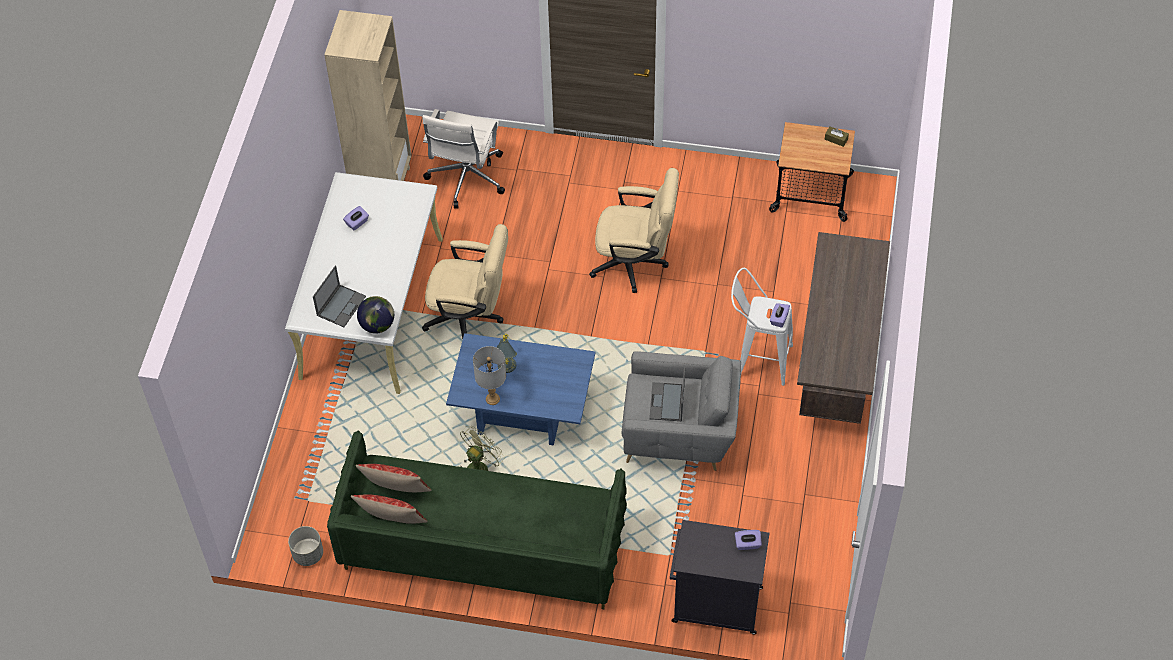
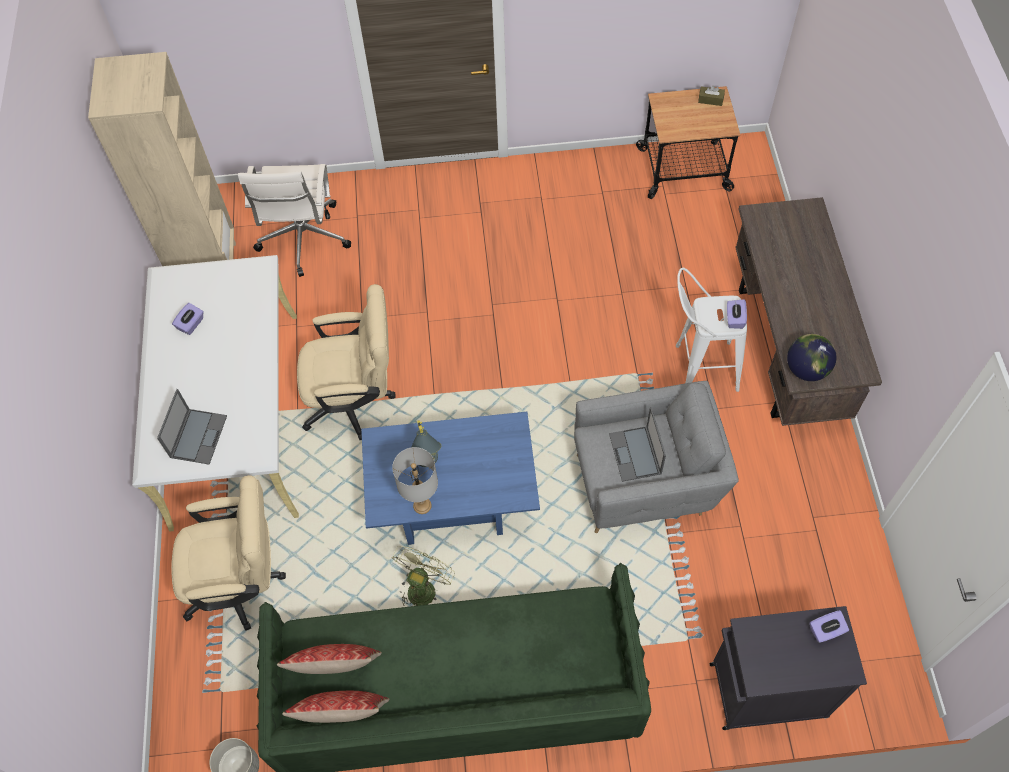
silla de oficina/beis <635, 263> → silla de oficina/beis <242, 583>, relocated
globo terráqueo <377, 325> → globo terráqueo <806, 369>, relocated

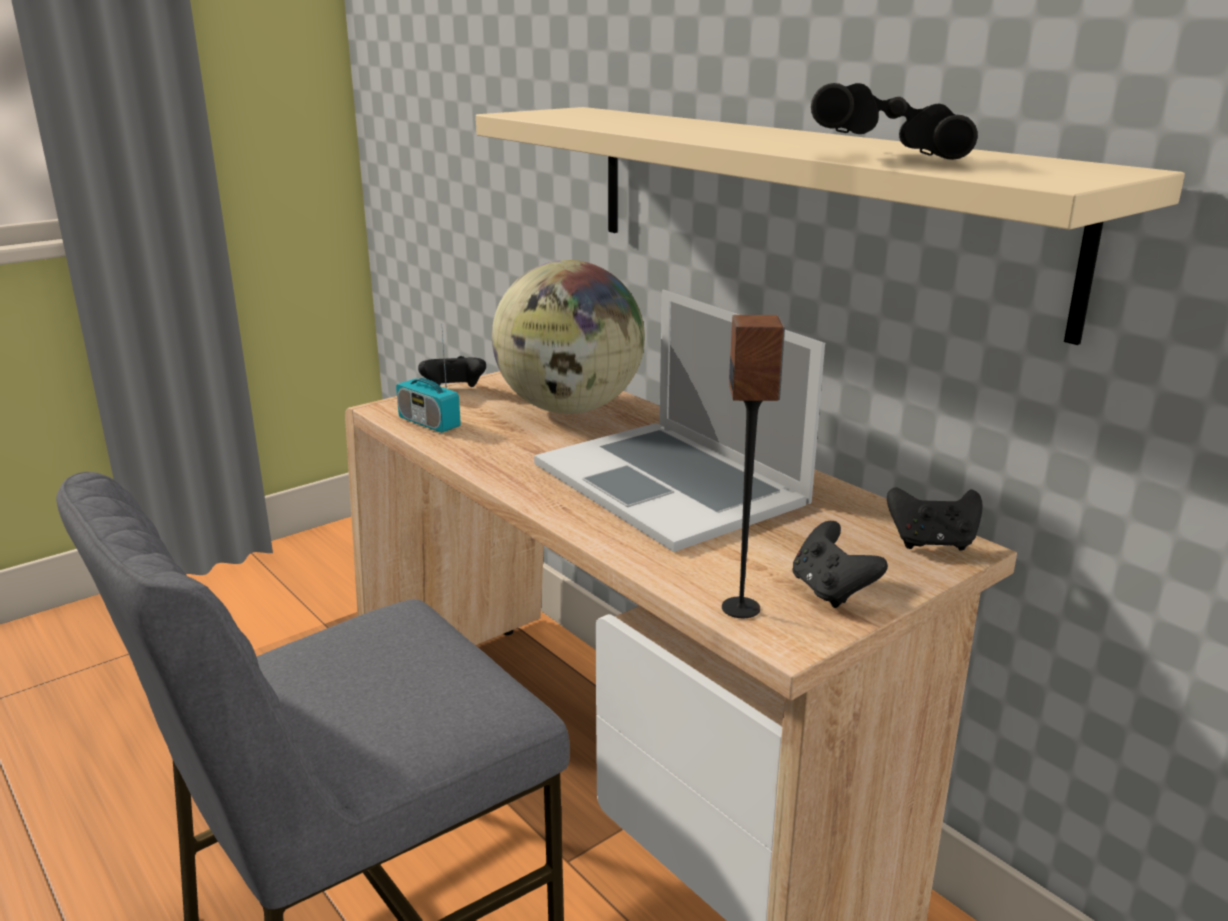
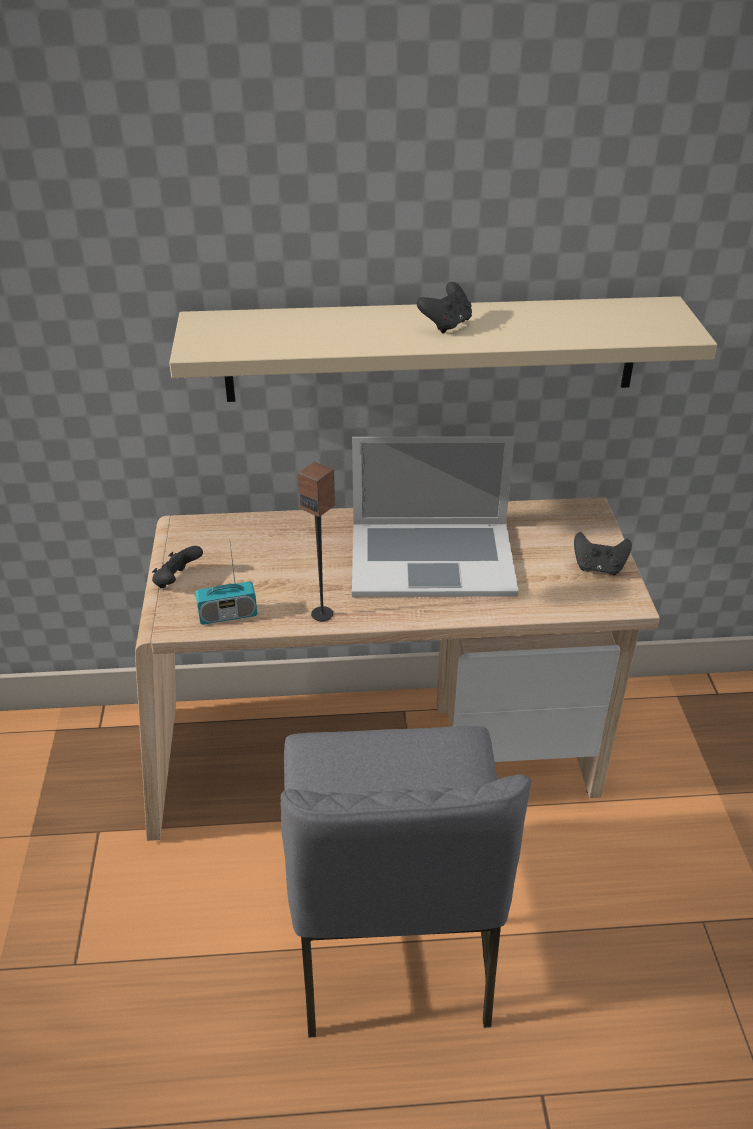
altavoz <741, 608> → altavoz <322, 614>, relocated
mando de consola/negro <932, 543> → mando de consola/negro <446, 325>, relocated
globo terráqueo <569, 409> → -
prismáticos/negro <887, 158> → -

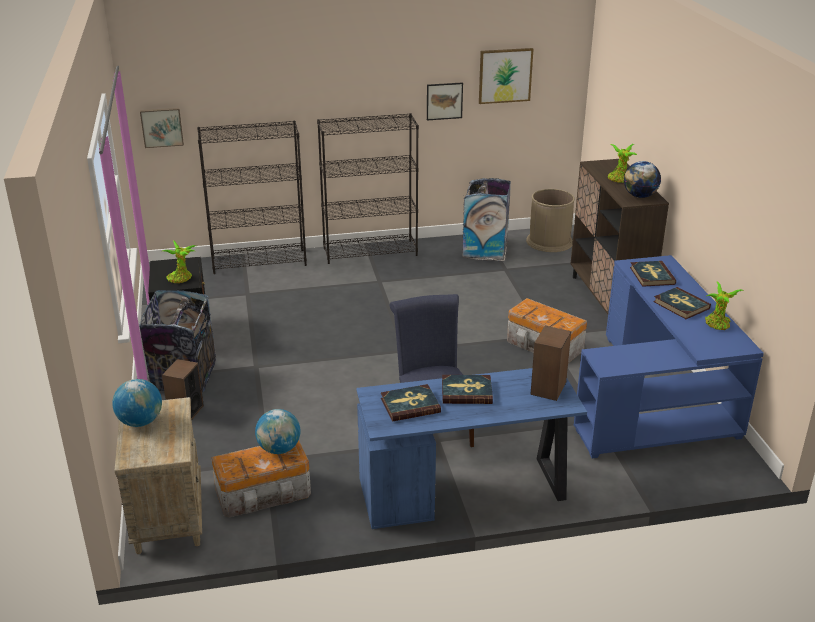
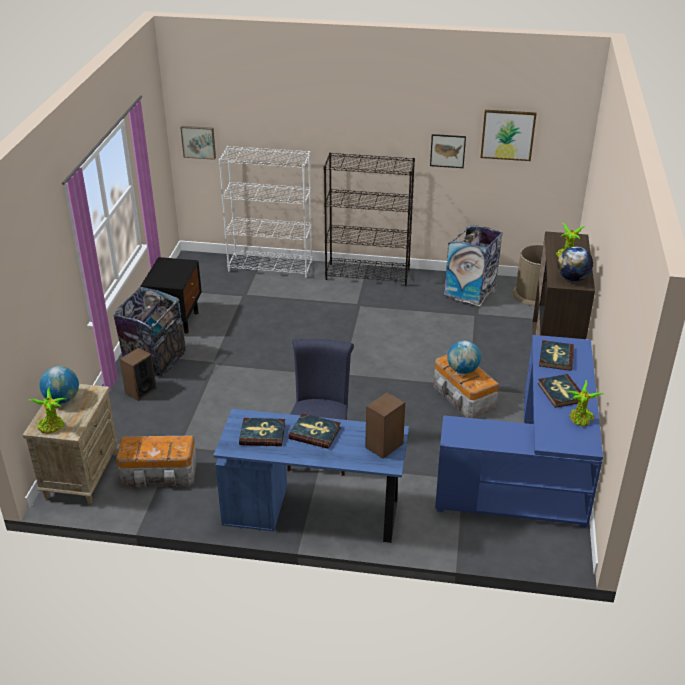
planta en maceta <181, 278> → planta en maceta <52, 427>, relocated
estantería/negro <259, 261> → estantería/blanco <271, 266>
globo terráqueo <279, 449> → globo terráqueo <462, 370>, relocated

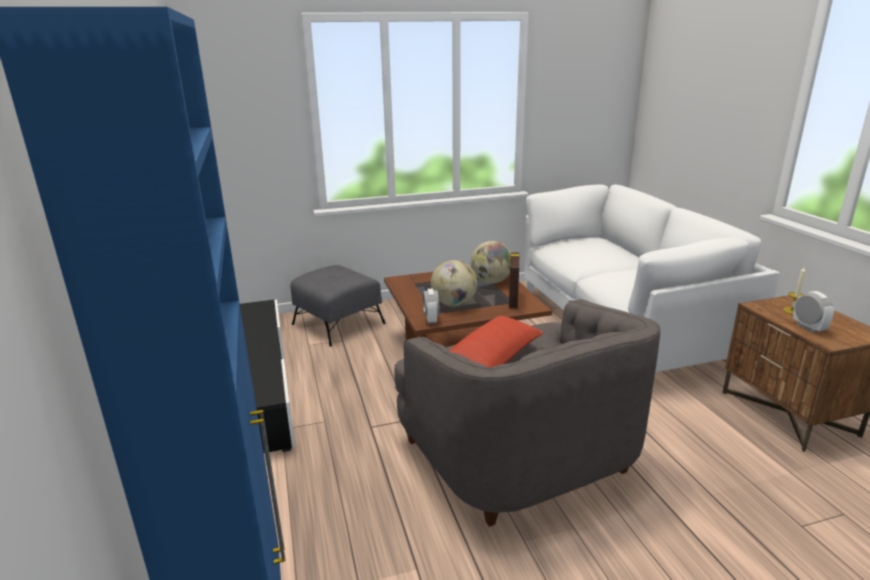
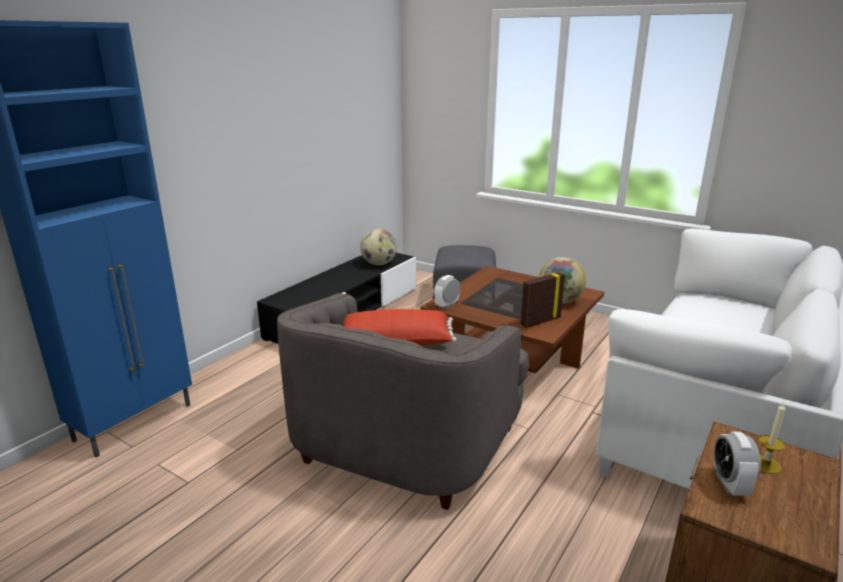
globo terráqueo <454, 304> → globo terráqueo <379, 264>, relocated
despertador <808, 327> → despertador <729, 484>, 150 degrees clockwise

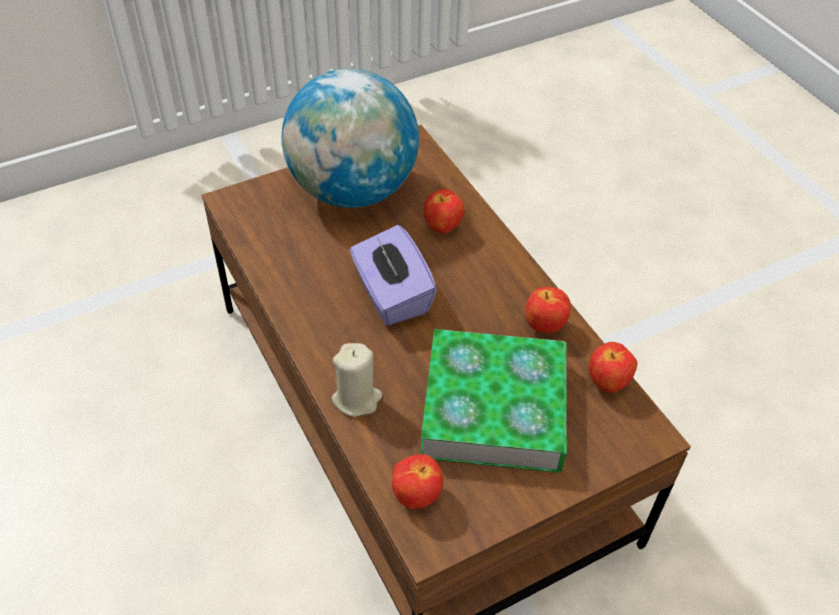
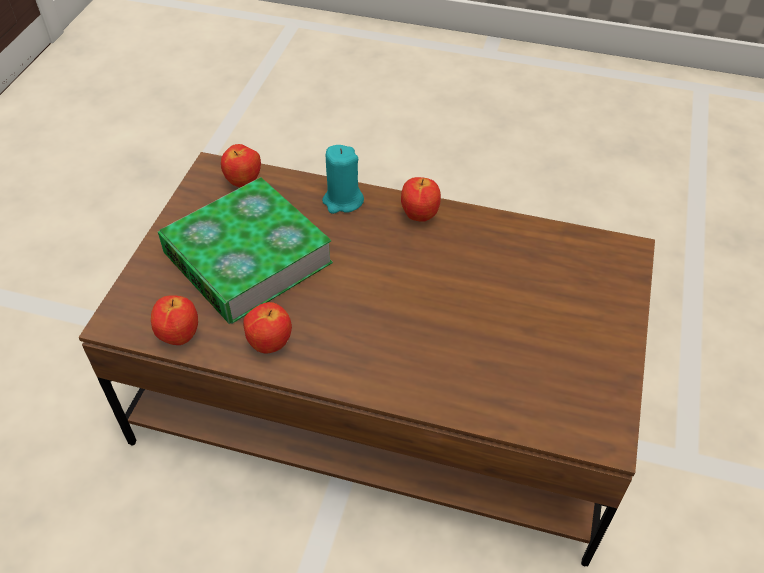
vela/beis <357, 398> → vela/turquesa <342, 201>
manzana <443, 228> → manzana <419, 215>, relocated
globo terráqueo <353, 190> → -
caja de pañuelos/morado <391, 296> → -

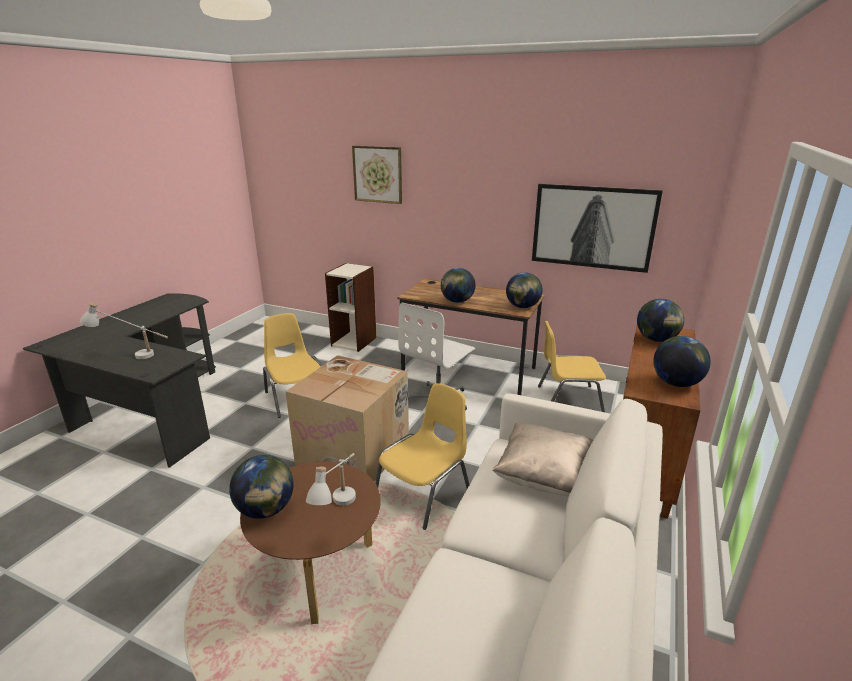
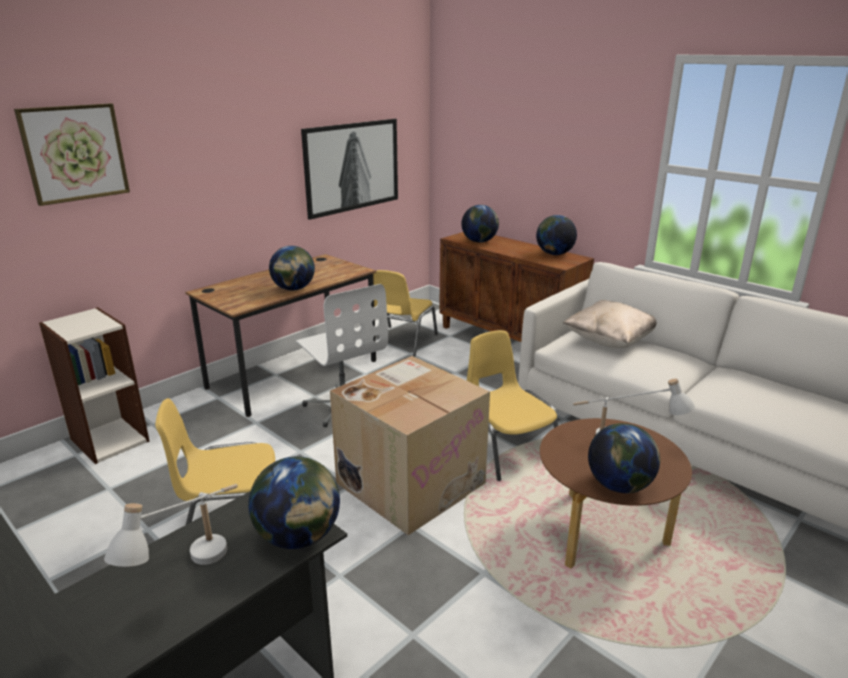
globo terráqueo <522, 307> → globo terráqueo <299, 537>, relocated

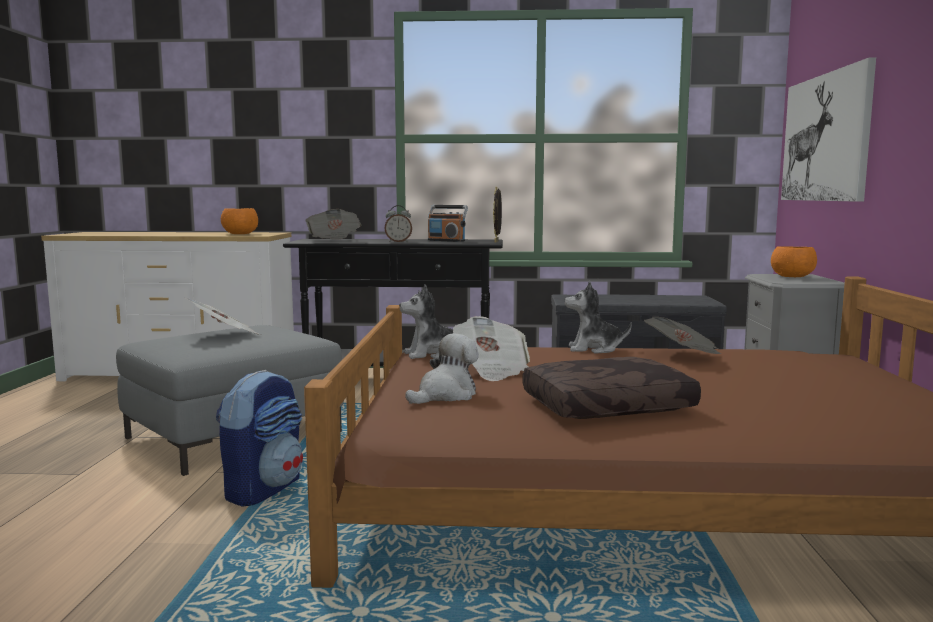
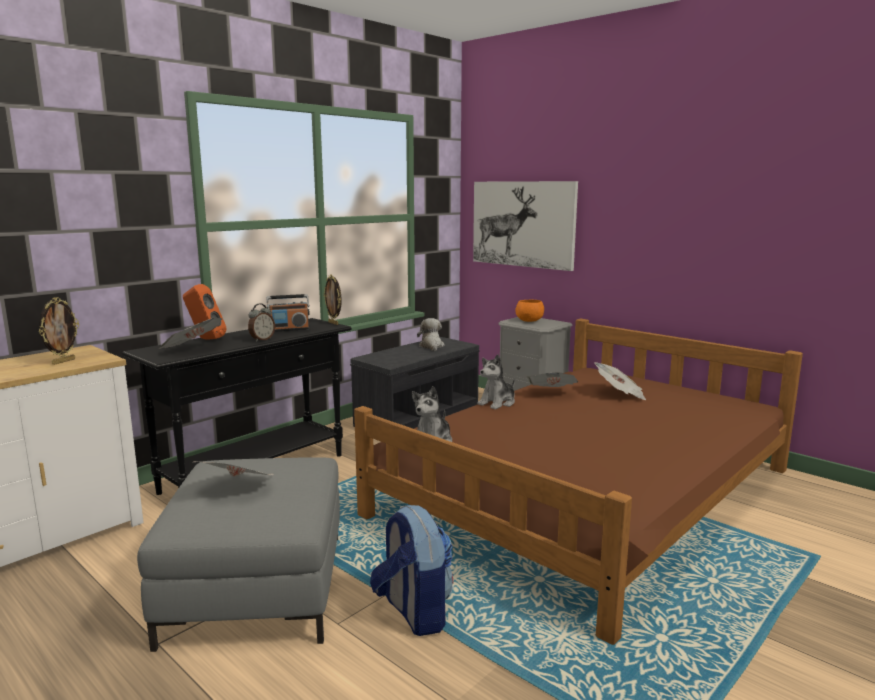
cuenco/naranja <240, 234> → portarretratos <63, 361>
- → altavoz/naranja <205, 339>
peluche <445, 395> → peluche <431, 346>, relocated
periódico <490, 370> → periódico <620, 394>, relocated
cojín/marrón <607, 407> → -

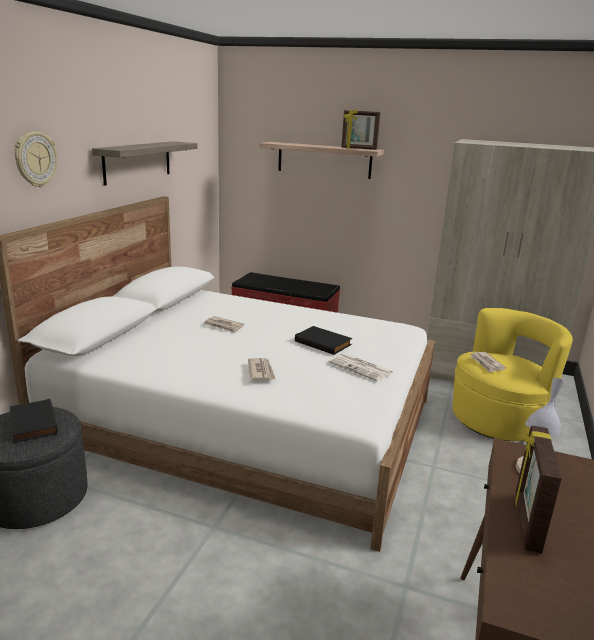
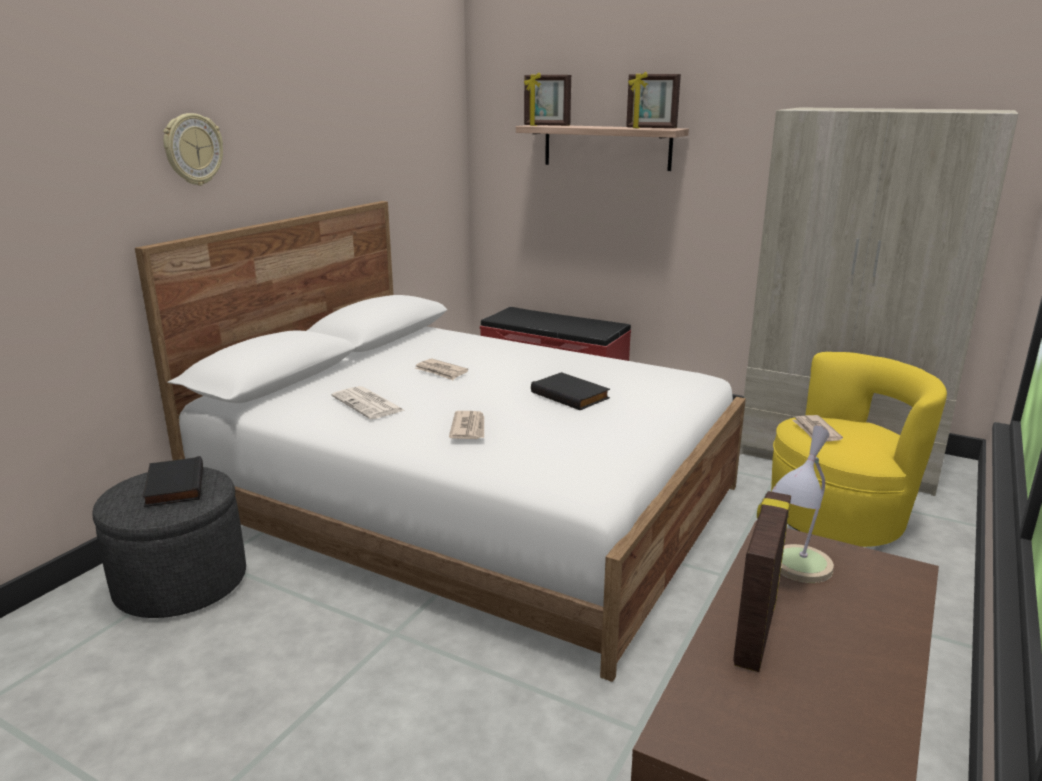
periódico <361, 368> → periódico <369, 404>, relocated
- → portarretratos <546, 126>
estante <137, 162> → -

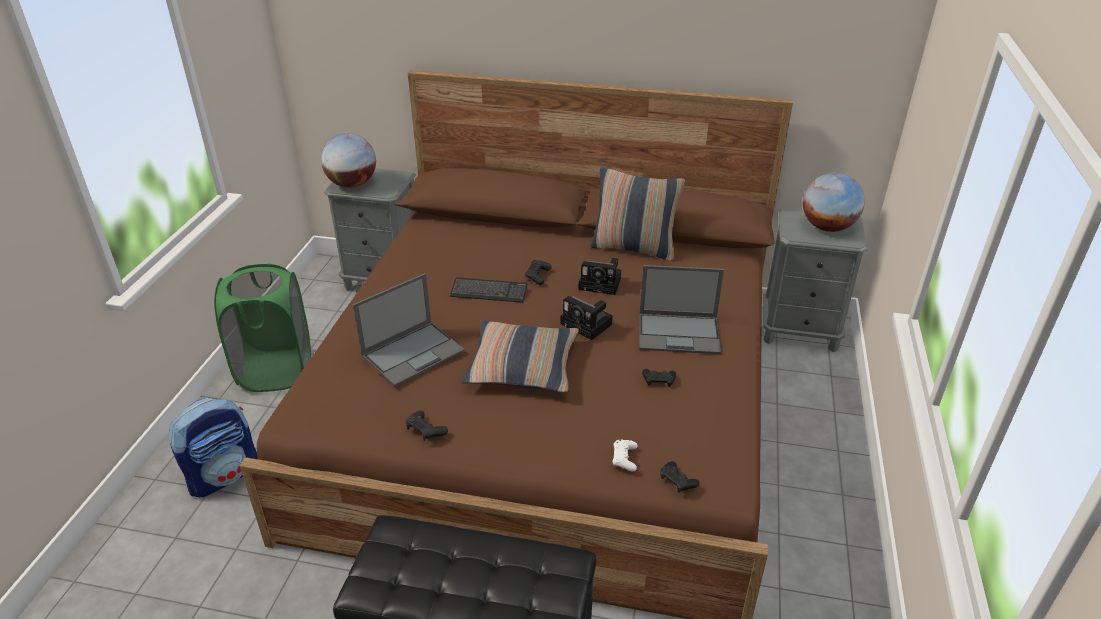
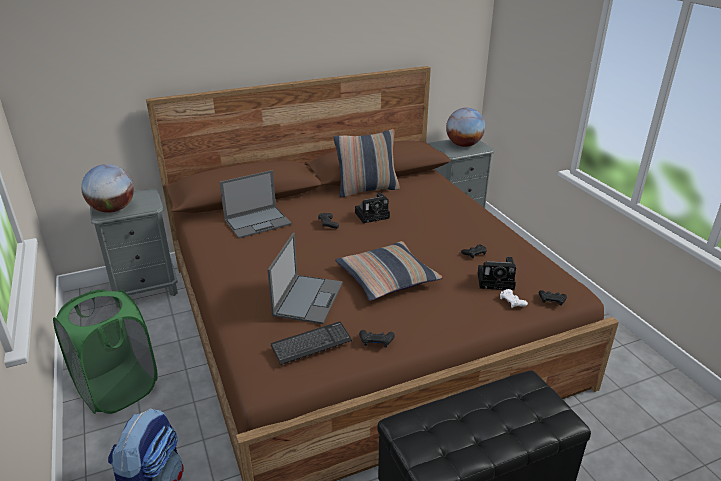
portátil <680, 333> → portátil <258, 222>, relocated
teclado <489, 292> → teclado <311, 344>, relocated
cámara <588, 325> → cámara <497, 281>, relocated

